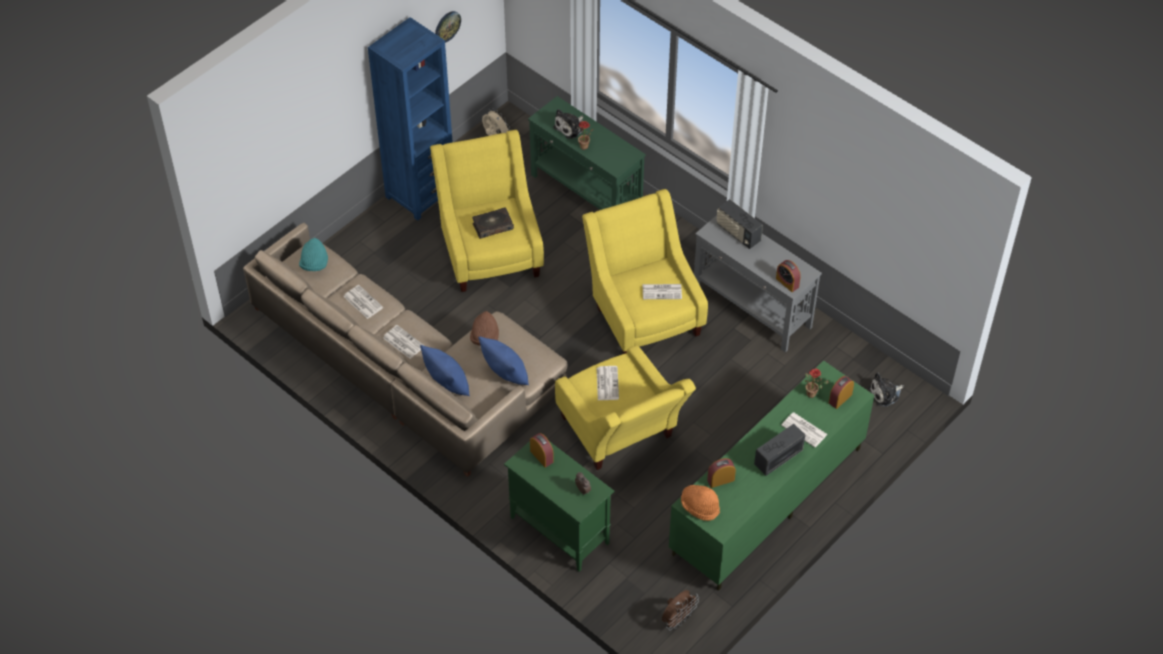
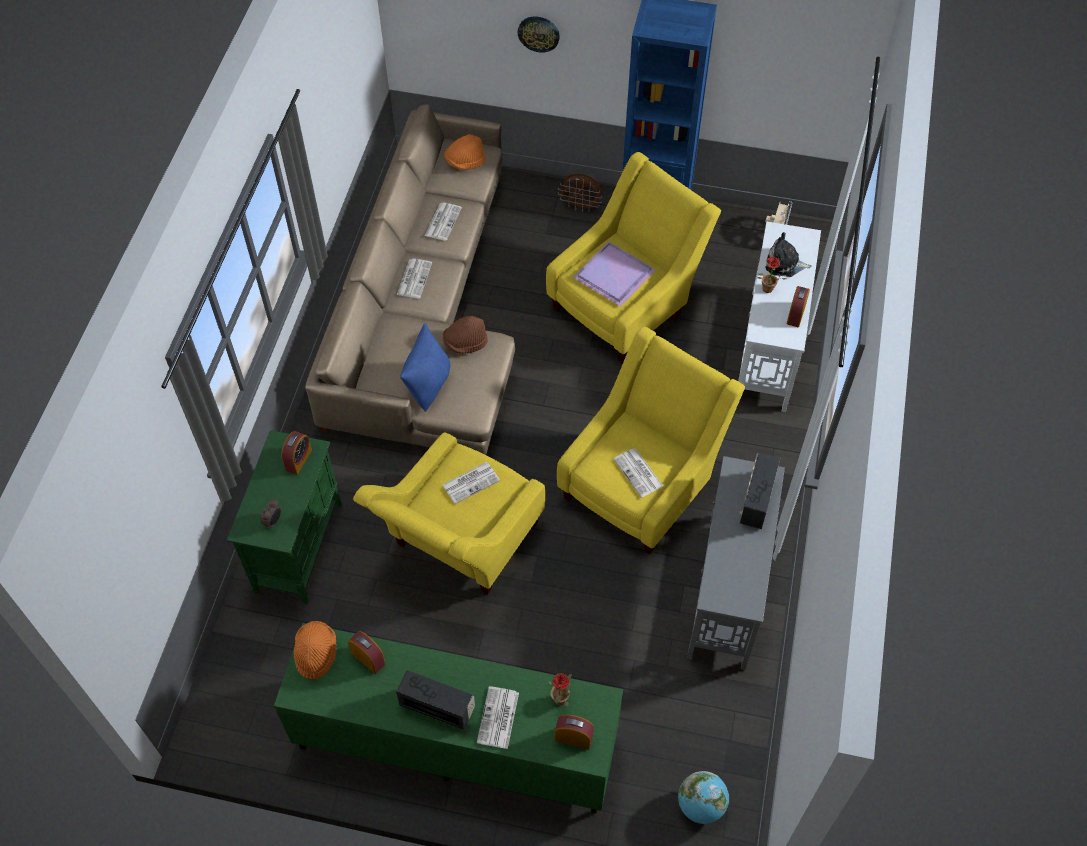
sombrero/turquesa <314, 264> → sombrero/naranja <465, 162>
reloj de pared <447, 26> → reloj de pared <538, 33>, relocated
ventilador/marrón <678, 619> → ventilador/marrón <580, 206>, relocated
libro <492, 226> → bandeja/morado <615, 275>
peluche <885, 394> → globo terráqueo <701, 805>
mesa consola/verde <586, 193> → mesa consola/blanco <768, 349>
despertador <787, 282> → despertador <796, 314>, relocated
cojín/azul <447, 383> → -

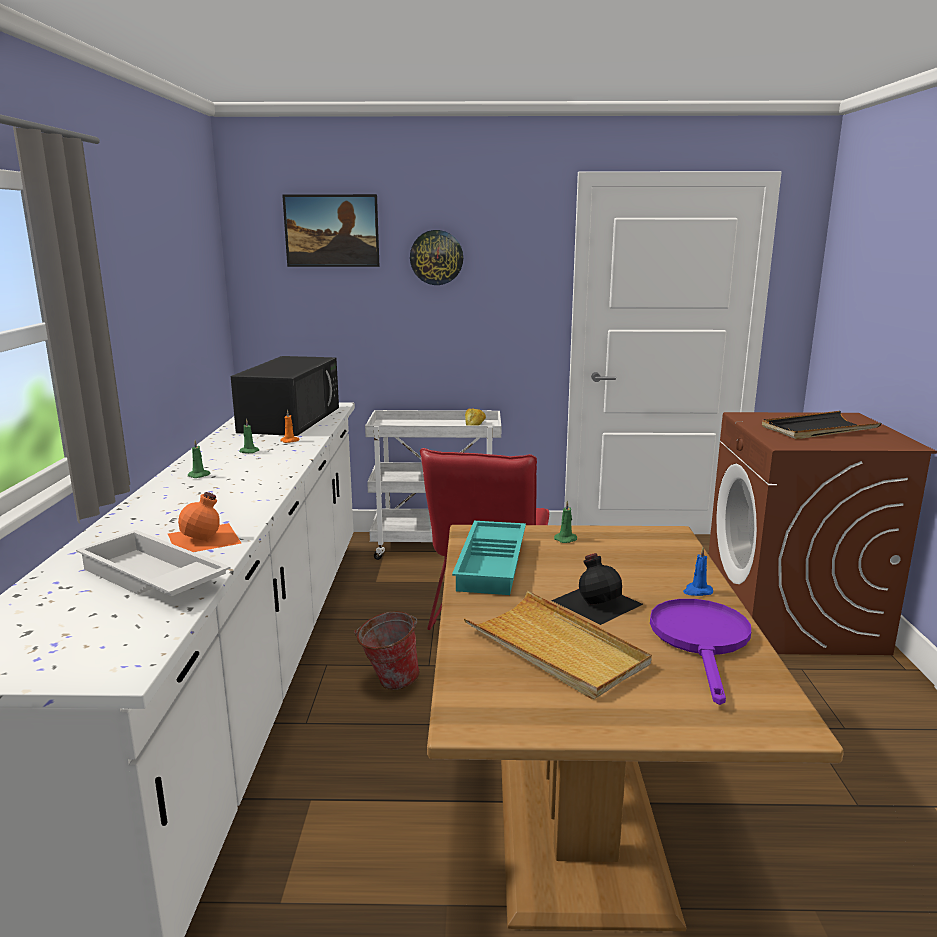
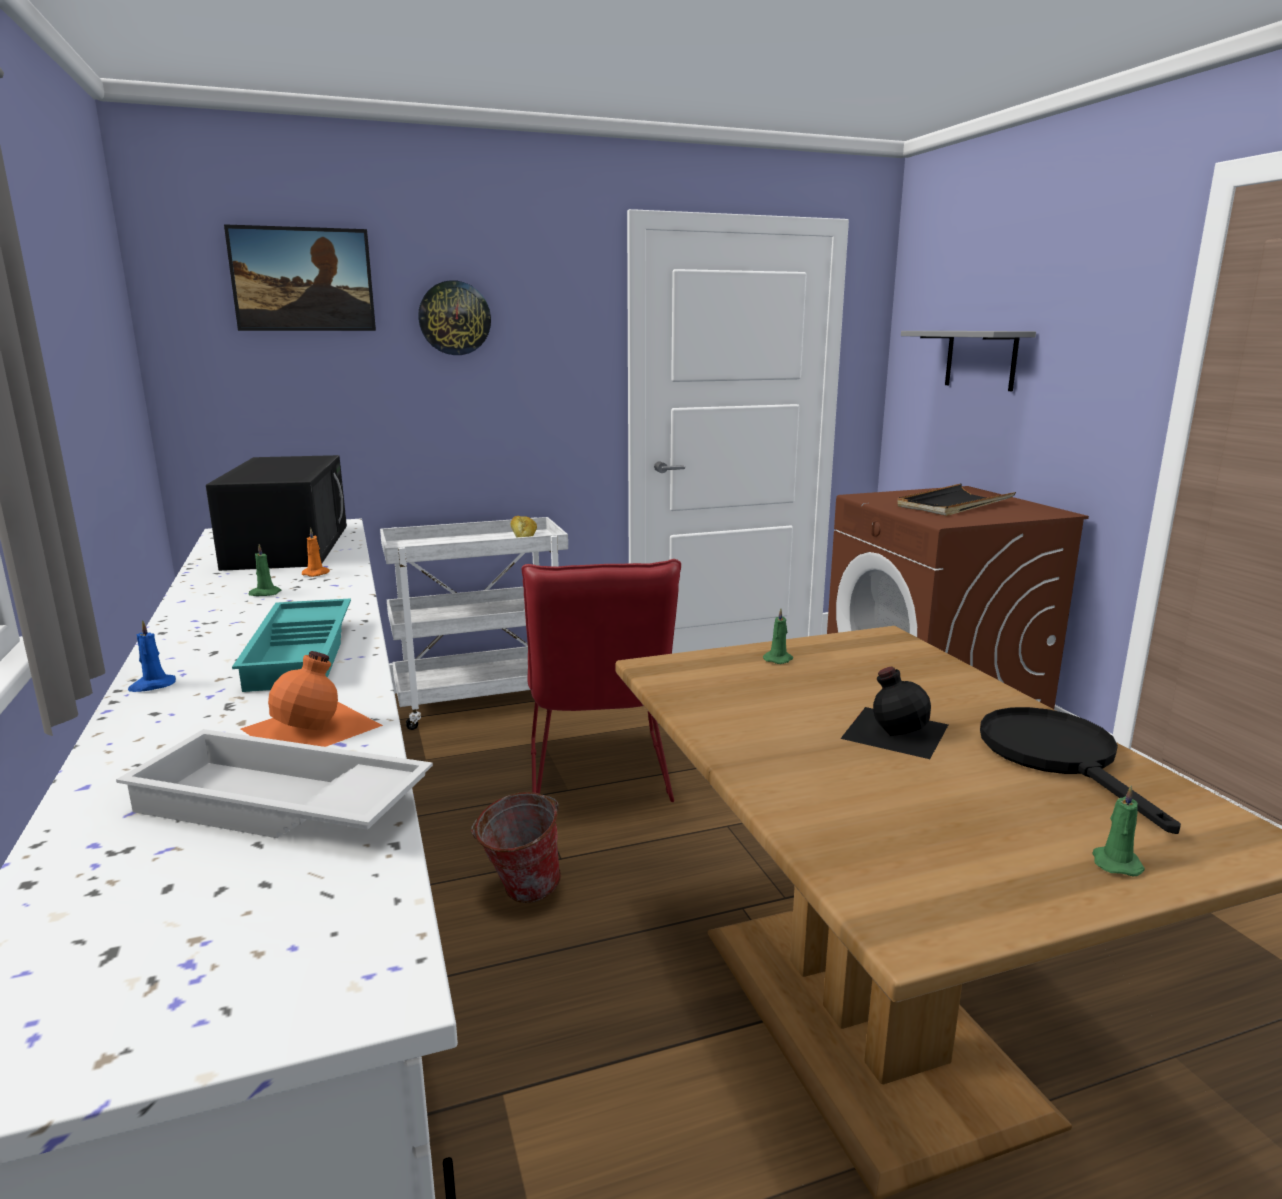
vela/azul <697, 591> → vela/azul <152, 686>, relocated
bandeja/turquesa <493, 564> → bandeja/turquesa <303, 654>, relocated
- → estante/gris <981, 359>
sartén/morado <701, 641> → sartén/negro <1058, 758>
vela/verde <199, 475> → vela/verde <1115, 862>, relocated
bandeja/beis <556, 649> → -

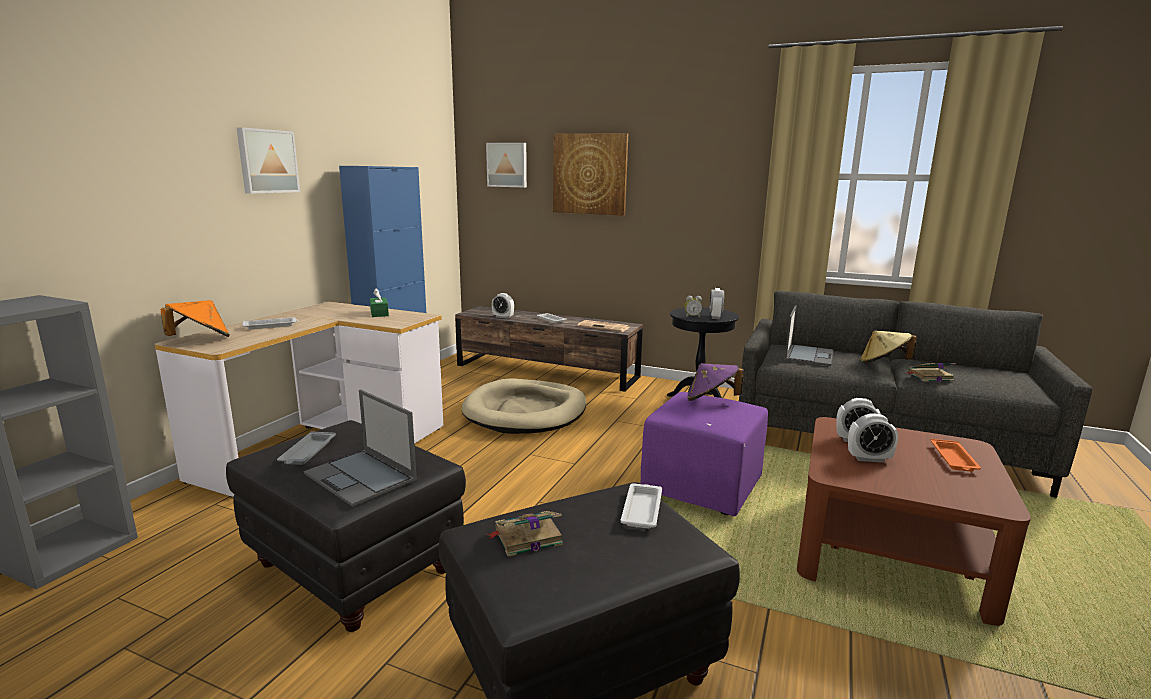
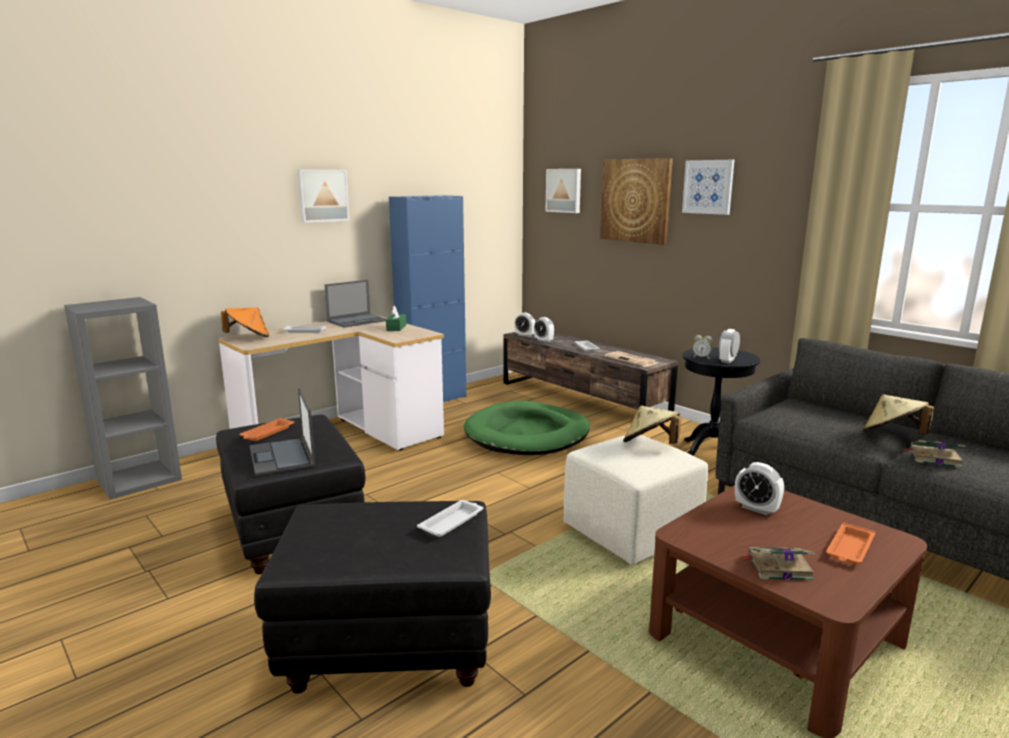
bandeja/gris <307, 452> → bandeja/naranja <266, 433>
portátil <809, 355> → portátil <358, 321>, relocated
cama para perro/beis <525, 411> → cama para perro/verde <527, 434>
despertador <869, 458> → despertador <524, 335>, relocated
puf/morado <702, 488> → puf/beis <631, 534>
sombrero/morado <711, 400> → sombrero/beis <650, 445>
- → cuadro <708, 187>
libro <526, 538> → libro <777, 567>, relocated

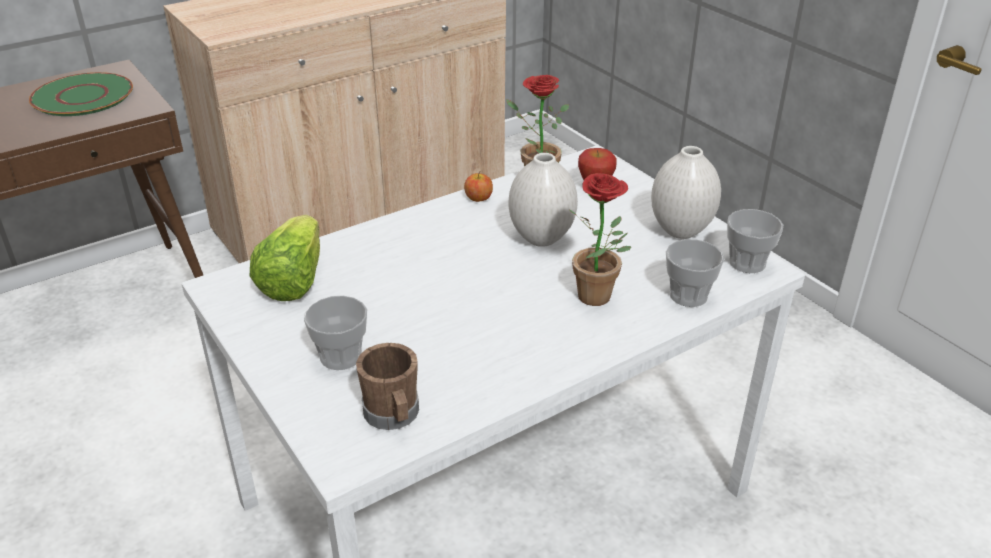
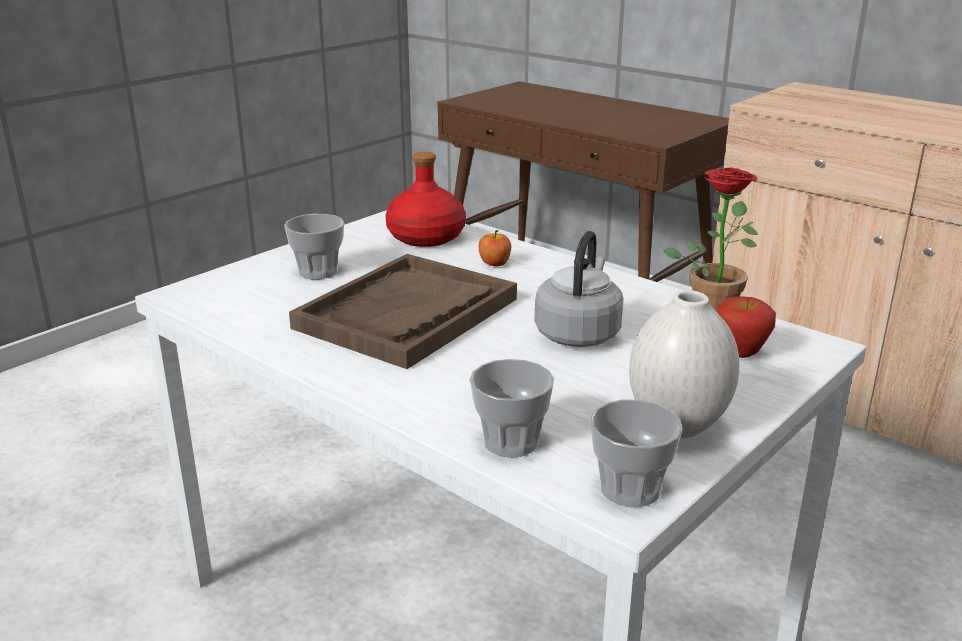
- → bandeja/marrón <407, 314>
lechuga <293, 280> → botella/rojo <425, 237>
manzana <478, 198> → manzana <494, 263>, relocated
florero/blanco <540, 239> → hervidor/gris <578, 333>
plato/verde <83, 96> → -
taza grande/marrón <393, 415> → -
planta en maceta <600, 299> → -

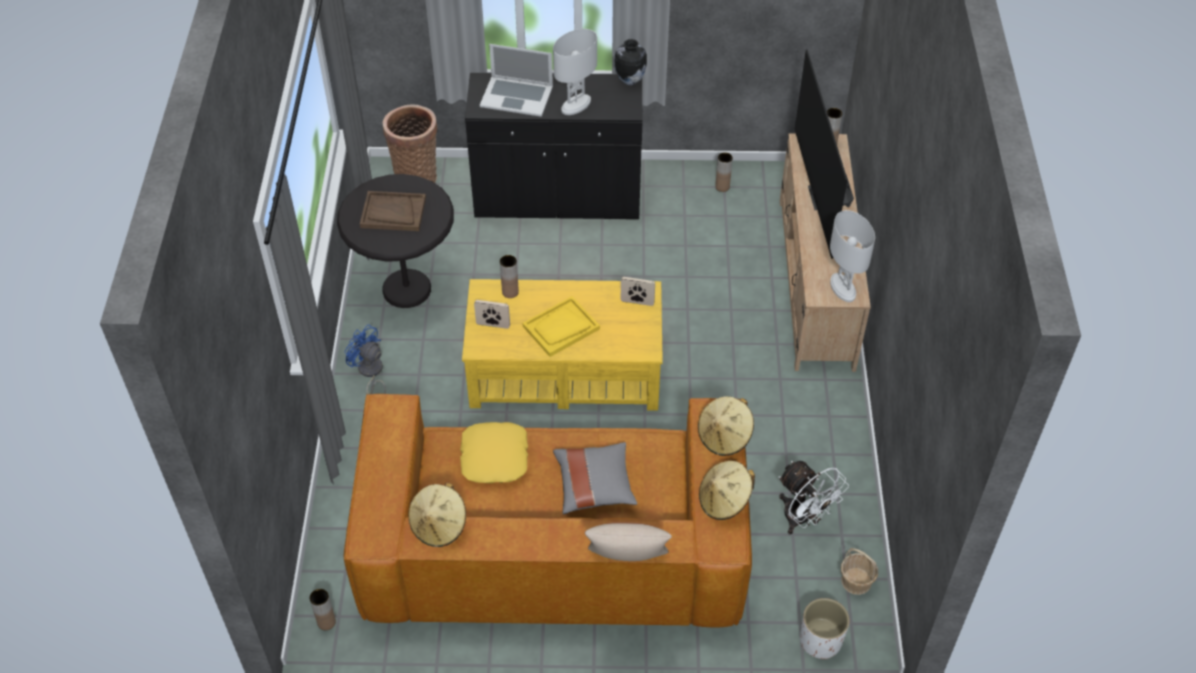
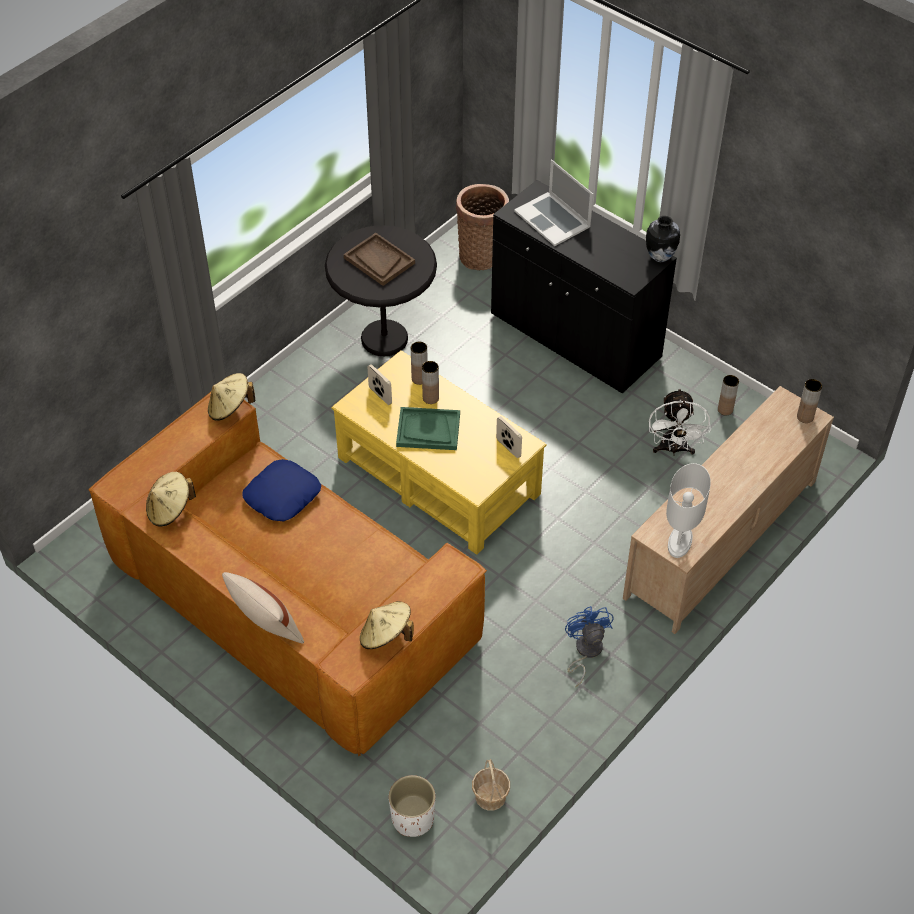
sombrero/beis <724, 436> → sombrero/beis <230, 408>, relocated
cojín/amarillo <494, 457> → cojín/azul <282, 495>
bandeja/amarillo <561, 328> → bandeja/verde <428, 430>
florero/marrón <326, 622> → florero/marrón <430, 398>, relocated
ventilador/azul <370, 373> → ventilador/azul <585, 652>, relocated
ventilador/blanco <803, 519> → ventilador/blanco <673, 449>, relocated
lámpara de mesa/blanco <576, 106> → -
cojín/gris <594, 486> → -
televisor <822, 197> → -

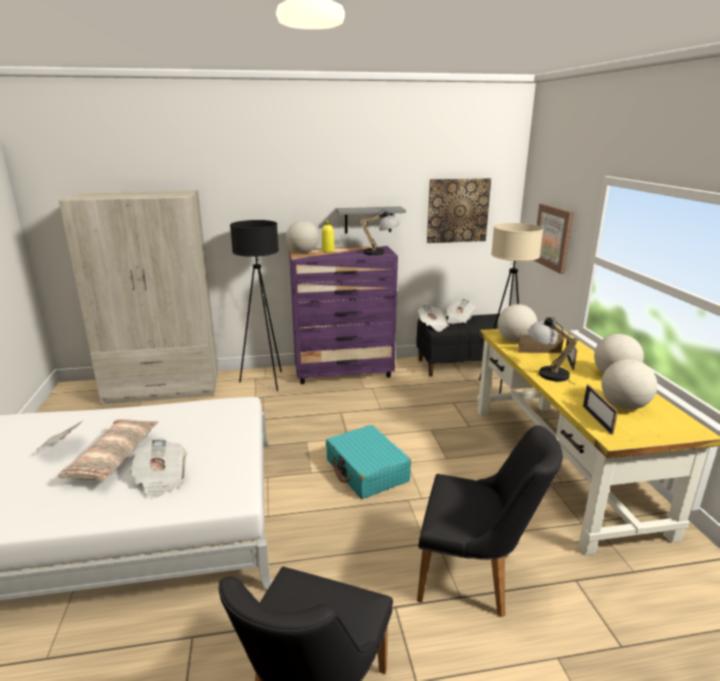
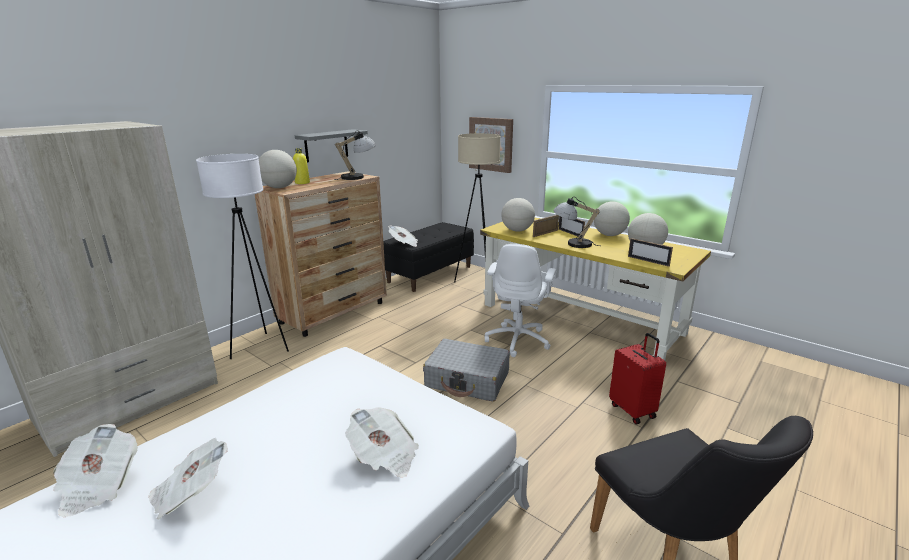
periódico <458, 319> → periódico <98, 485>, relocated
lámpara de pie/negro <265, 381> → lámpara de pie/blanco <261, 347>
cómoda/morado <344, 372> → cómoda/marrón <334, 312>
maleta/turquesa <367, 471> → maleta/gris <467, 380>
- → silla de oficina/blanco <518, 340>
silla/negro <475, 577> → maleta/rojo <633, 410>
cojín <113, 458> → -
cuadro <457, 210> → -

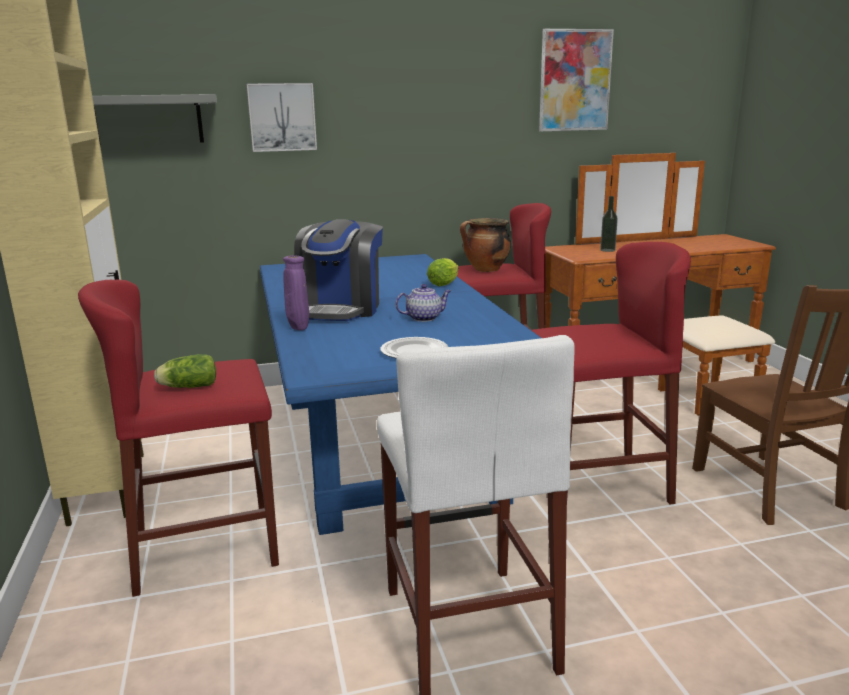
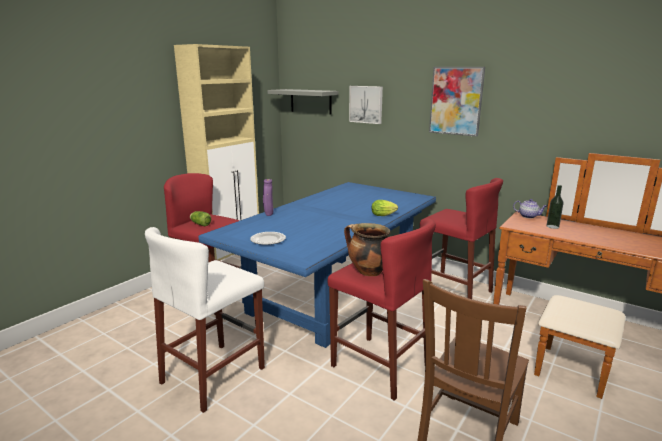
olla <485, 270> → olla <368, 272>, relocated
cuadro <575, 81> → cuadro <456, 101>, relocated
tetera <424, 318> → tetera <528, 216>, relocated
cafetera <341, 309> → -

